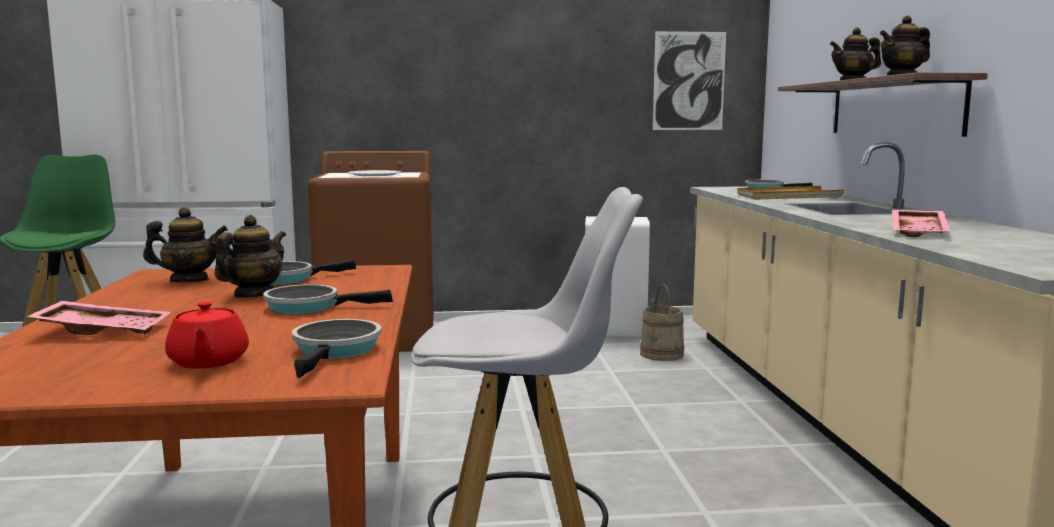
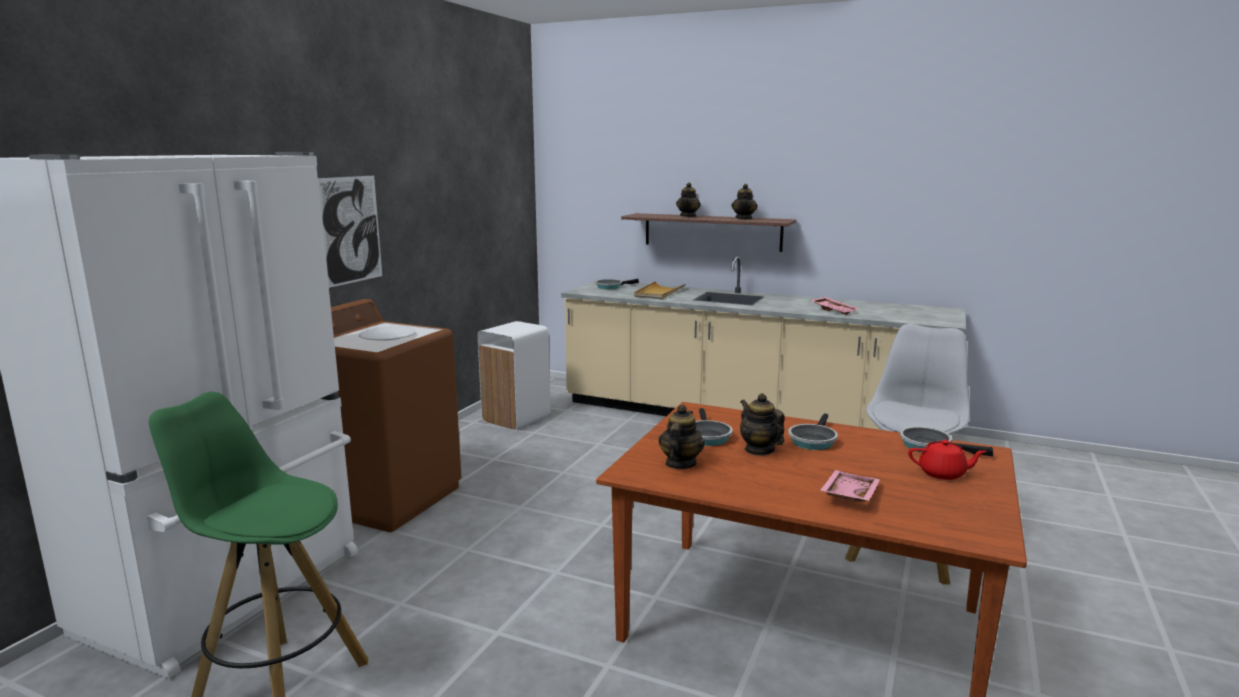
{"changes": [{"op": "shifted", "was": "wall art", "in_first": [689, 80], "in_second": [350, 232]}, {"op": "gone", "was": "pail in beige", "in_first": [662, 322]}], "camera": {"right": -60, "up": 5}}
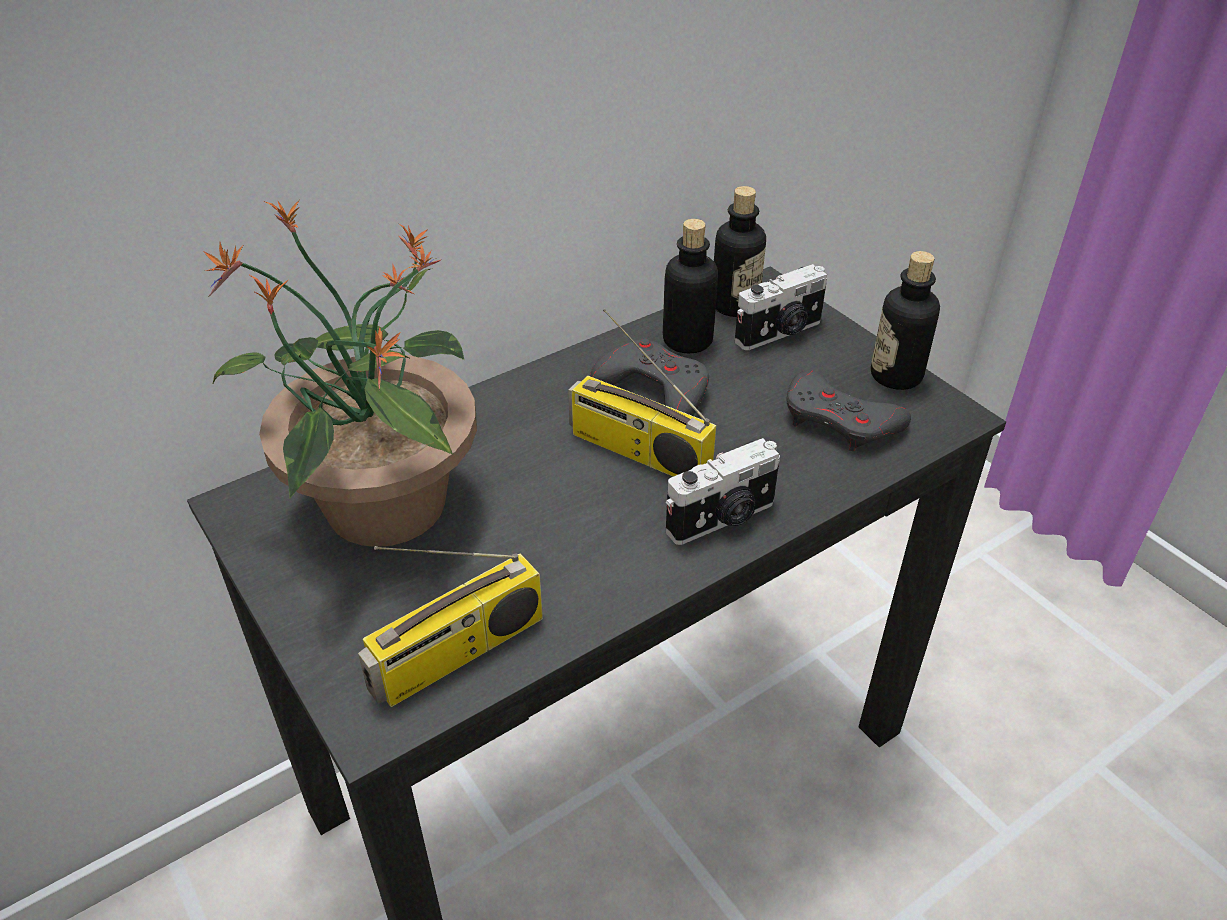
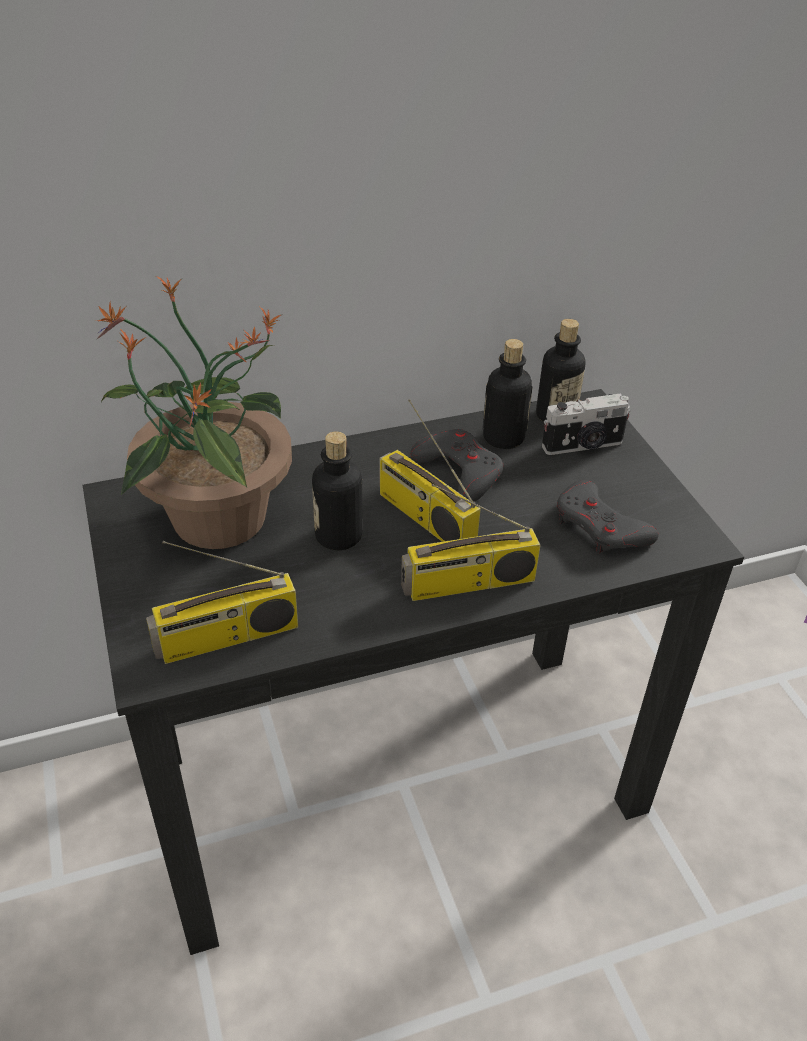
{"changes": [{"op": "shifted", "was": "bottle", "in_first": [905, 320], "in_second": [337, 490]}, {"op": "swapped", "was": "still camera", "now": "radio receiver", "in_first": [723, 491], "in_second": [471, 542]}], "camera": {"right": 15, "up": 0}}
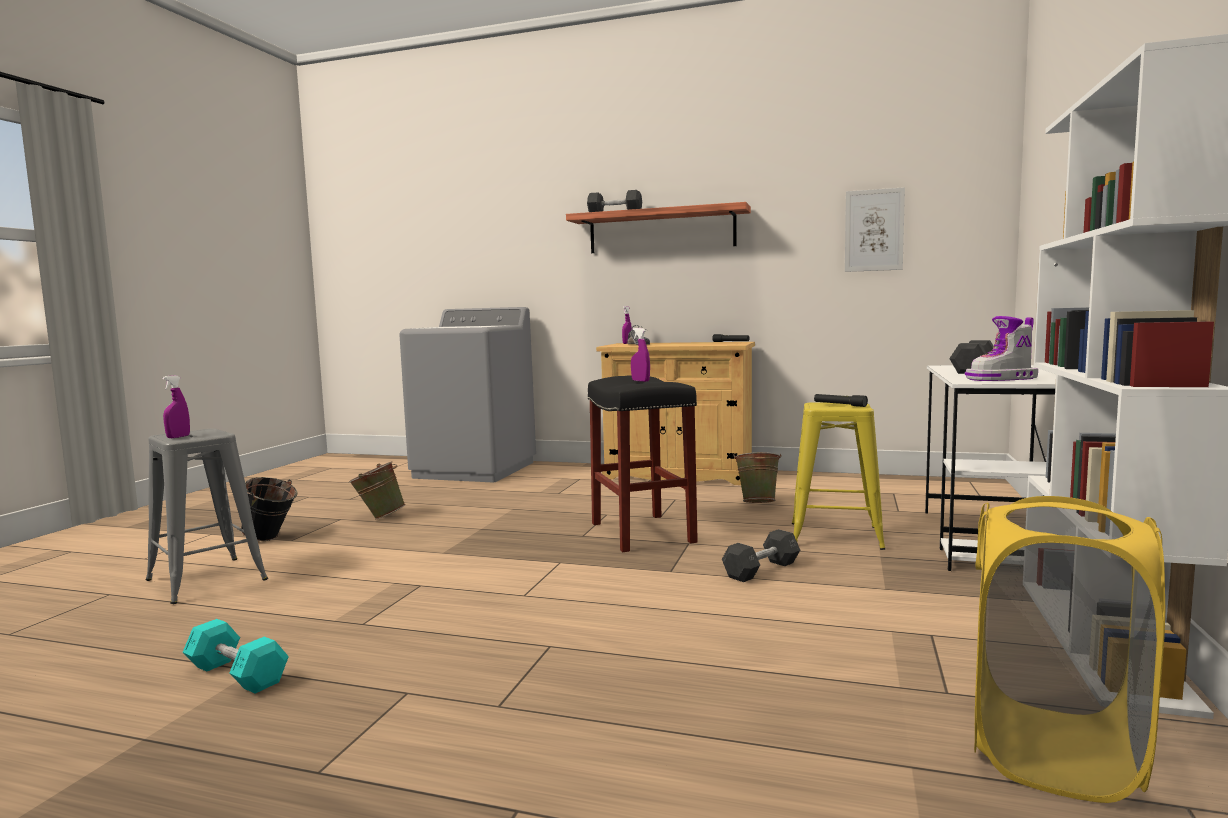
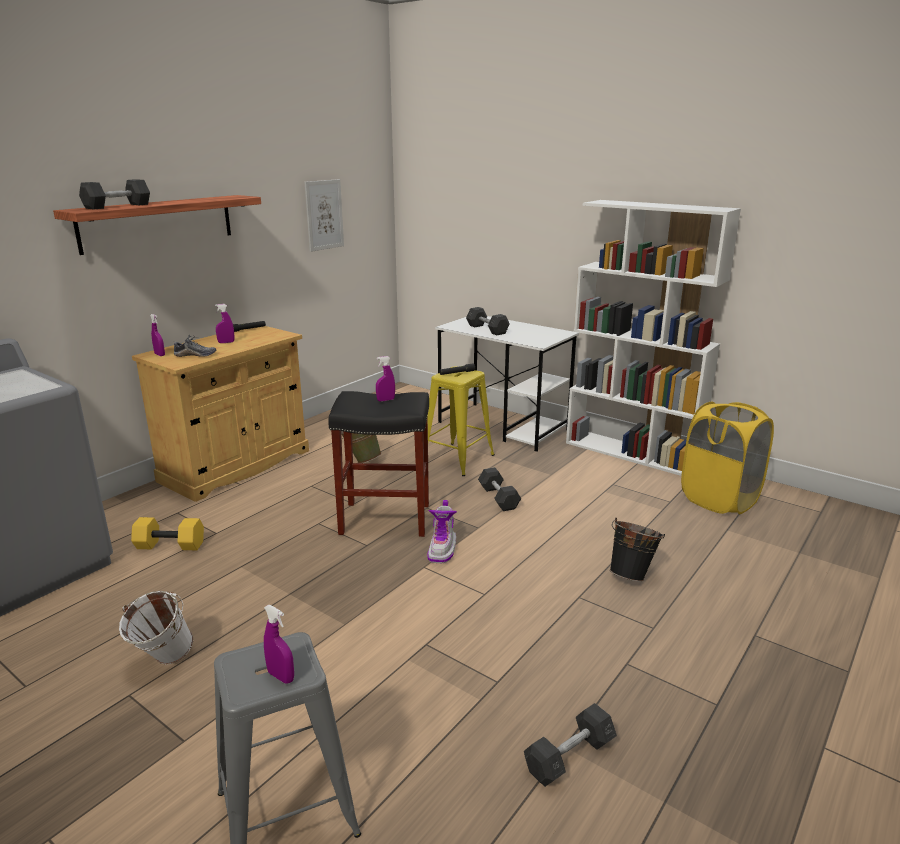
{"changes": [{"op": "shifted", "was": "tall boot", "in_first": [1001, 348], "in_second": [442, 531]}, {"op": "repainted", "was": "pail in green-coloured", "now": "pail in white", "in_first": [377, 490], "in_second": [156, 627]}, {"op": "shifted", "was": "pail in blackish", "in_first": [269, 509], "in_second": [637, 550]}, {"op": "repainted", "was": "dumbbell in turquoise", "now": "dumbbell in greyish", "in_first": [236, 656], "in_second": [570, 745]}, {"op": "new", "now": "spray bottle in purplish", "in_second": [224, 323]}, {"op": "new", "now": "dumbbell in yellowish", "in_second": [167, 533]}], "camera": {"right": -70, "up": 15}}
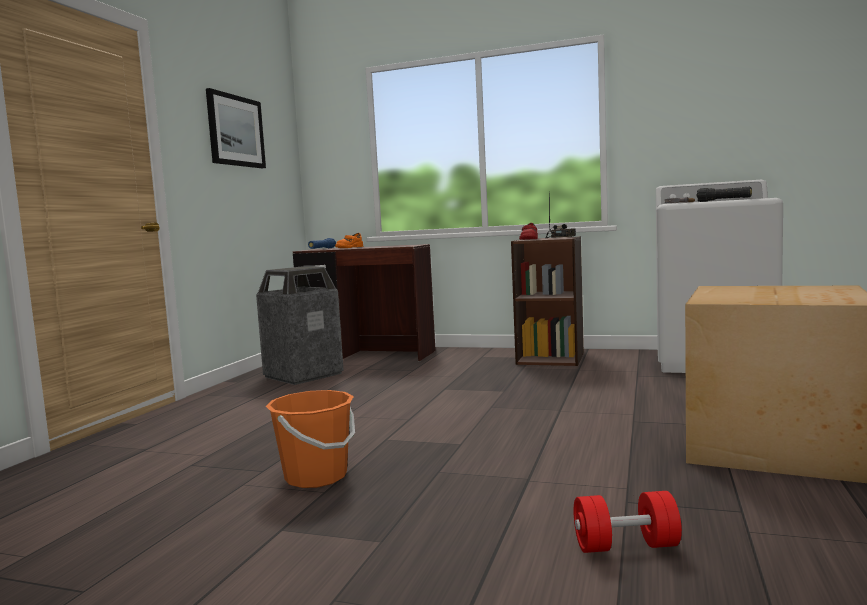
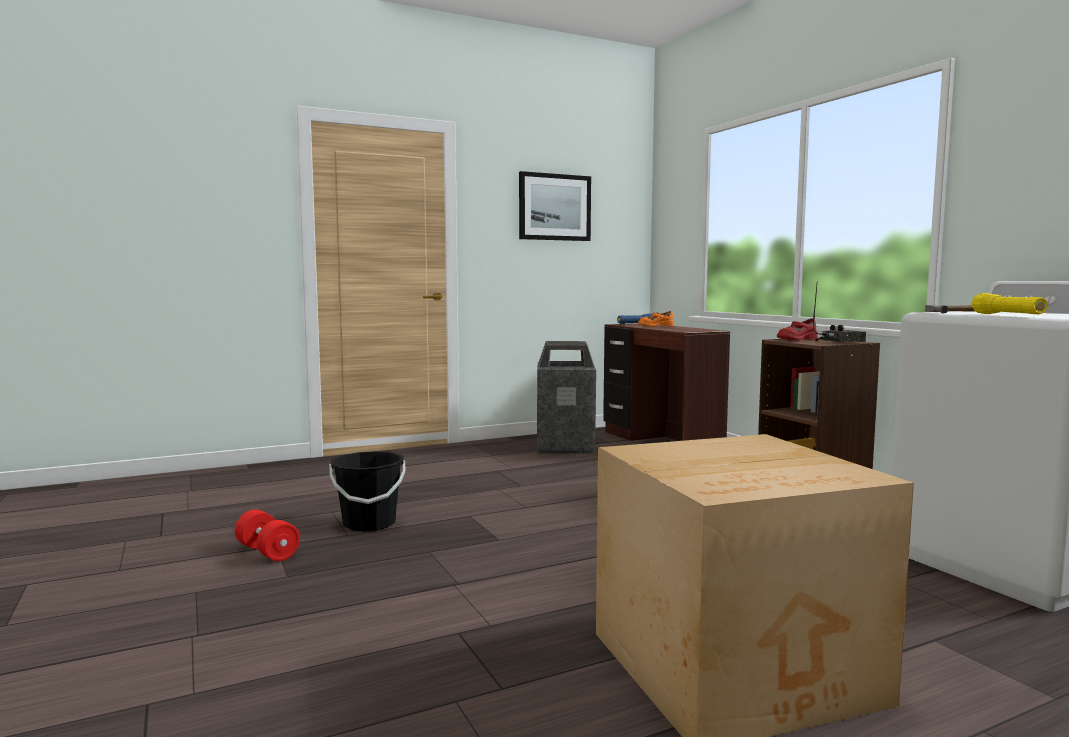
{"changes": [{"op": "repainted", "was": "torch in blackish", "now": "torch in yellowish", "in_first": [724, 194], "in_second": [1009, 303]}, {"op": "repainted", "was": "pail in orange-coloured", "now": "pail in blackish", "in_first": [310, 439], "in_second": [367, 491]}, {"op": "shifted", "was": "dumbbell in red", "in_first": [628, 522], "in_second": [267, 535]}], "camera": {"right": 45, "up": 0}}
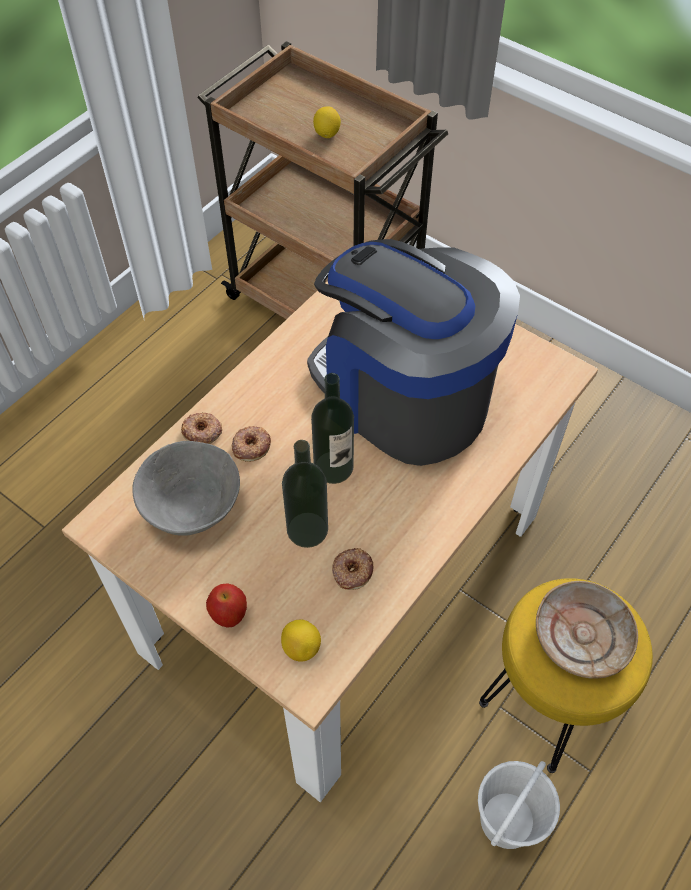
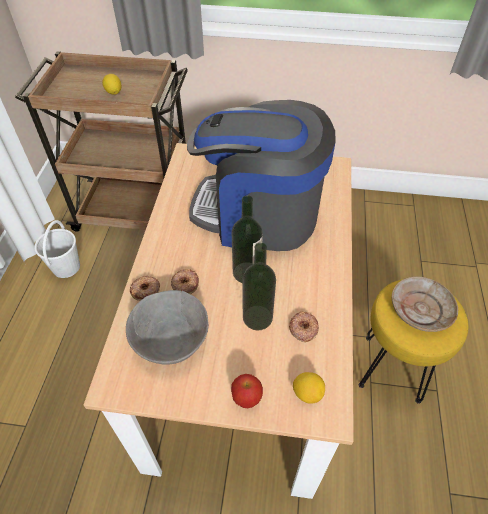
{"changes": [{"op": "shifted", "was": "pail in white", "in_first": [519, 805], "in_second": [57, 249]}], "camera": {"right": -30, "up": -5}}
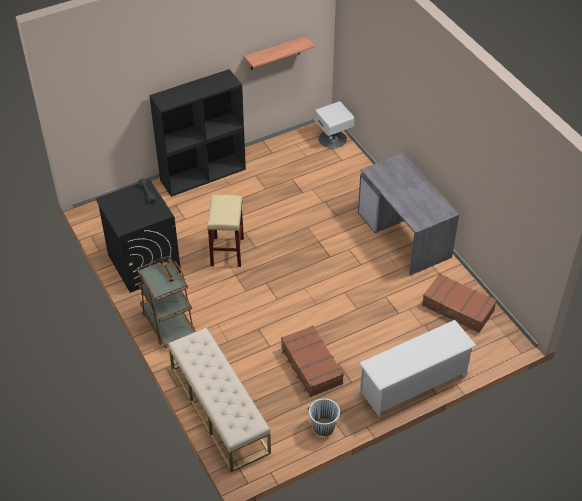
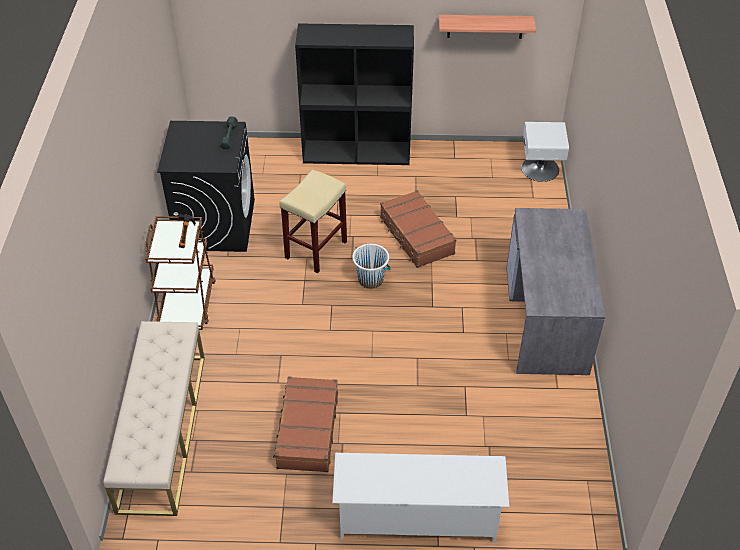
{"changes": [{"op": "shifted", "was": "suitcase in brown", "in_first": [459, 303], "in_second": [418, 229]}, {"op": "shifted", "was": "pail in white", "in_first": [324, 417], "in_second": [371, 266]}], "camera": {"right": 30, "up": 0}}
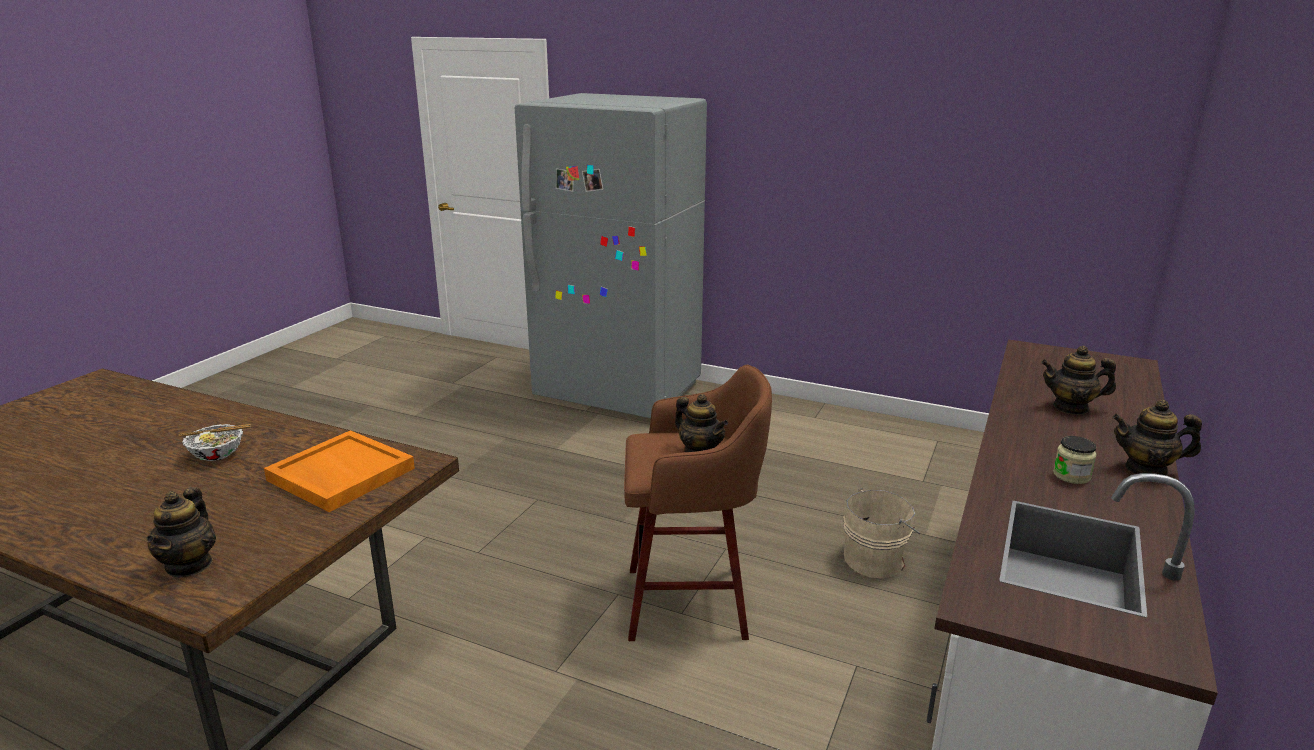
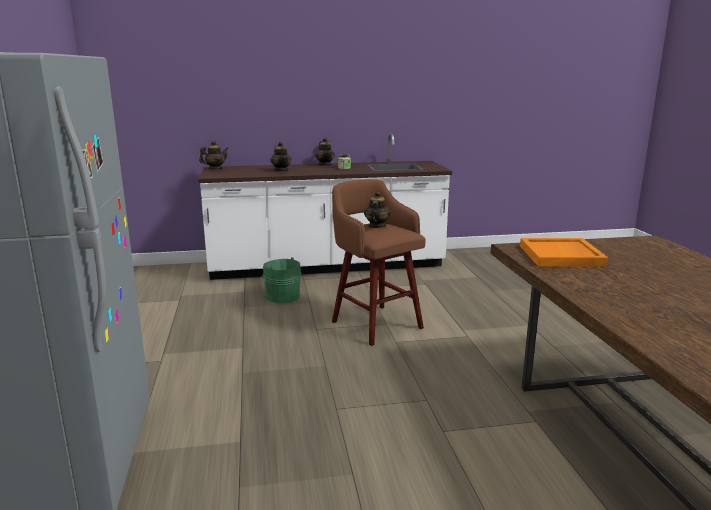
{"changes": [{"op": "gone", "was": "bowl", "in_first": [214, 442]}, {"op": "shifted", "was": "pot for tea", "in_first": [181, 532], "in_second": [214, 155]}, {"op": "repainted", "was": "pail in beige", "now": "pail in green-coloured", "in_first": [882, 533], "in_second": [280, 280]}], "camera": {"right": -125, "up": -5}}
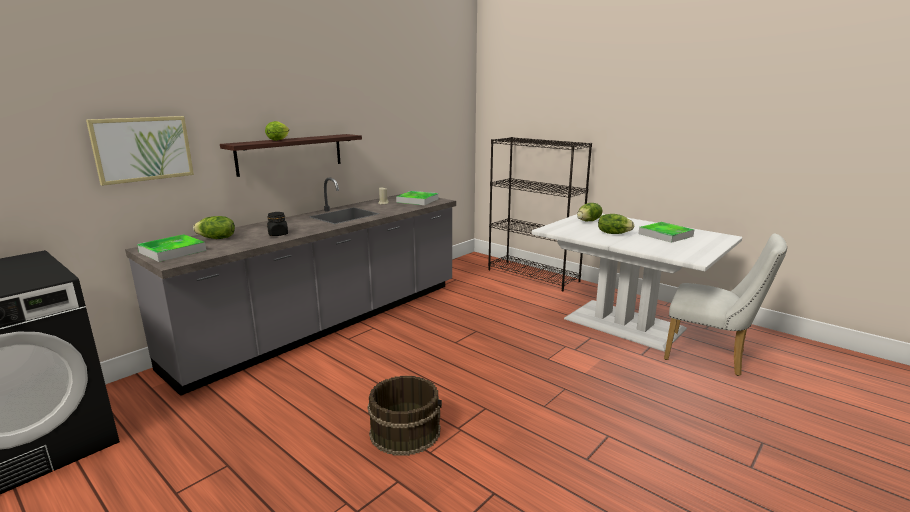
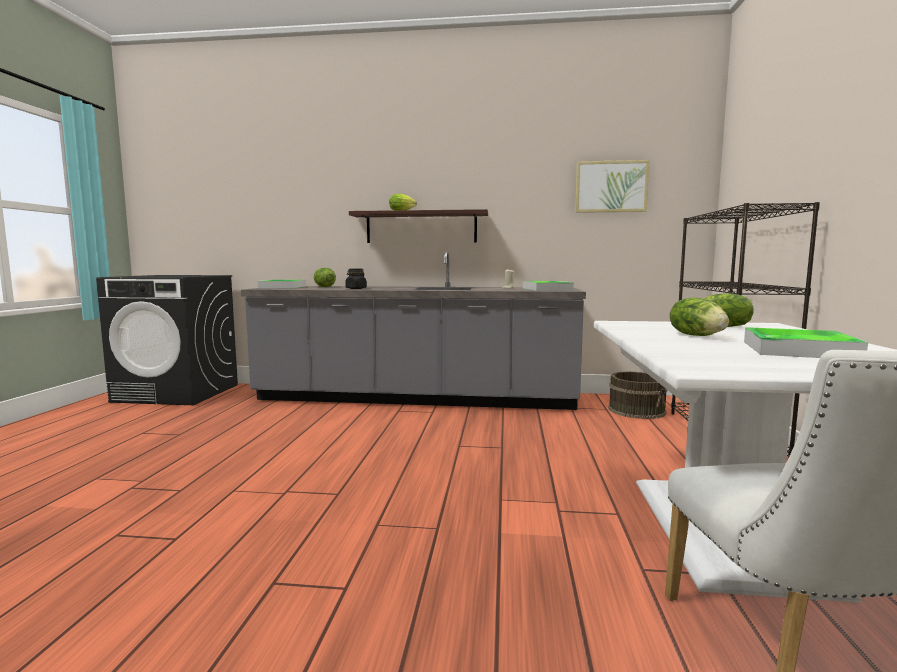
{"changes": [{"op": "shifted", "was": "wall art", "in_first": [140, 151], "in_second": [612, 186]}, {"op": "shifted", "was": "pail in brown", "in_first": [405, 416], "in_second": [638, 395]}], "camera": {"right": 55, "up": -10}}
